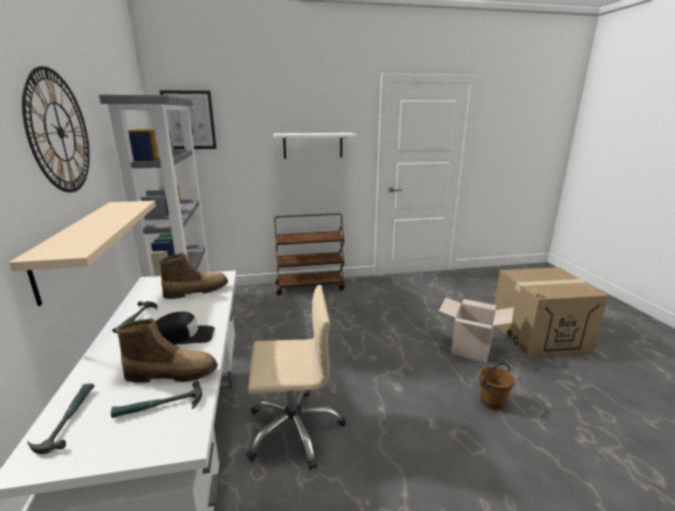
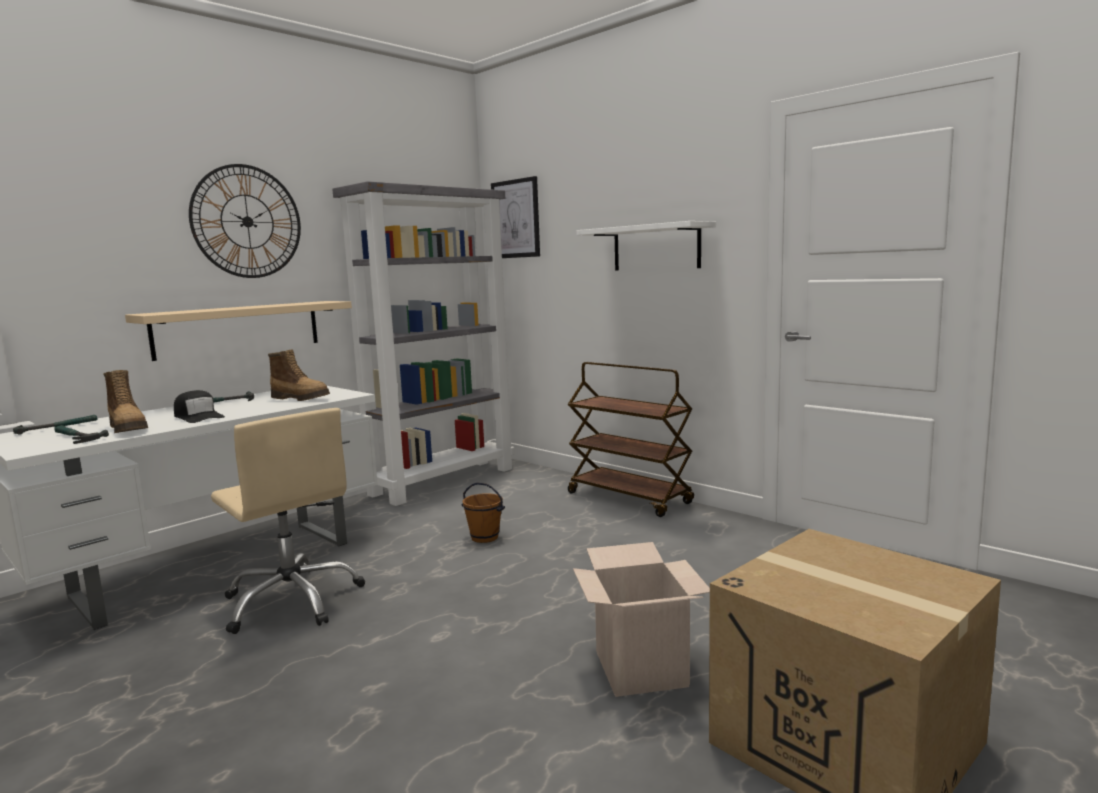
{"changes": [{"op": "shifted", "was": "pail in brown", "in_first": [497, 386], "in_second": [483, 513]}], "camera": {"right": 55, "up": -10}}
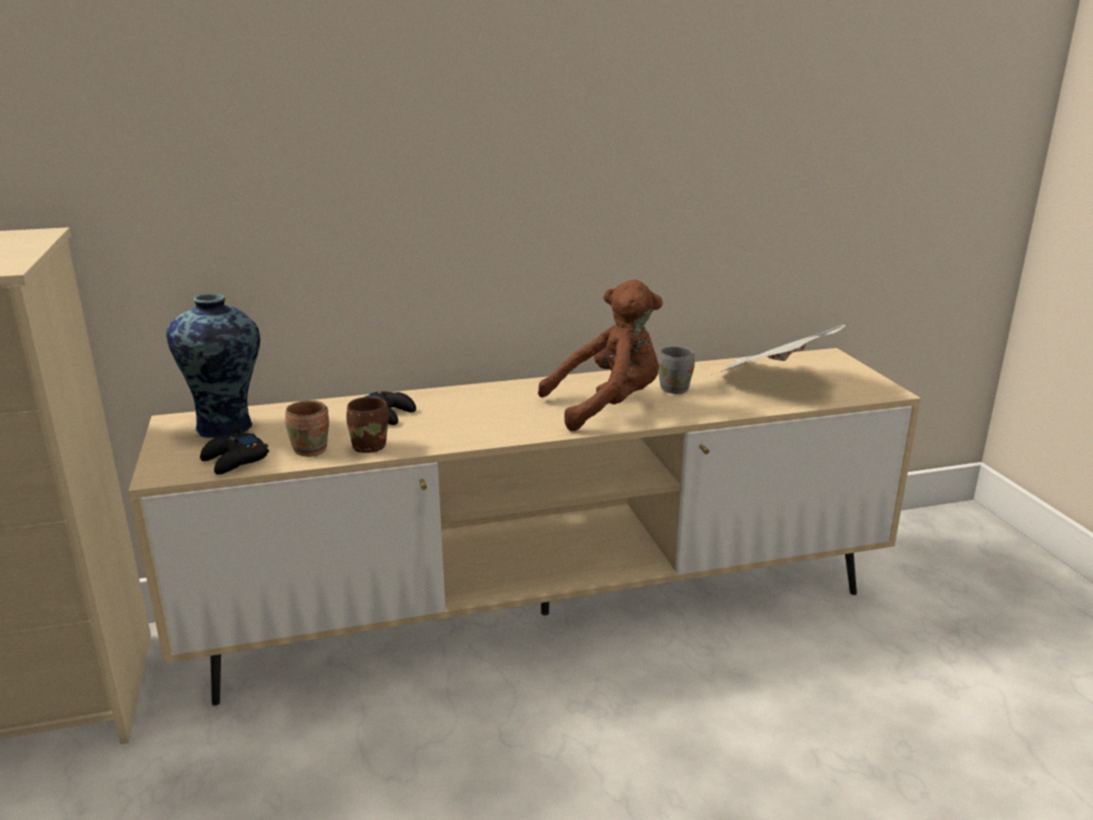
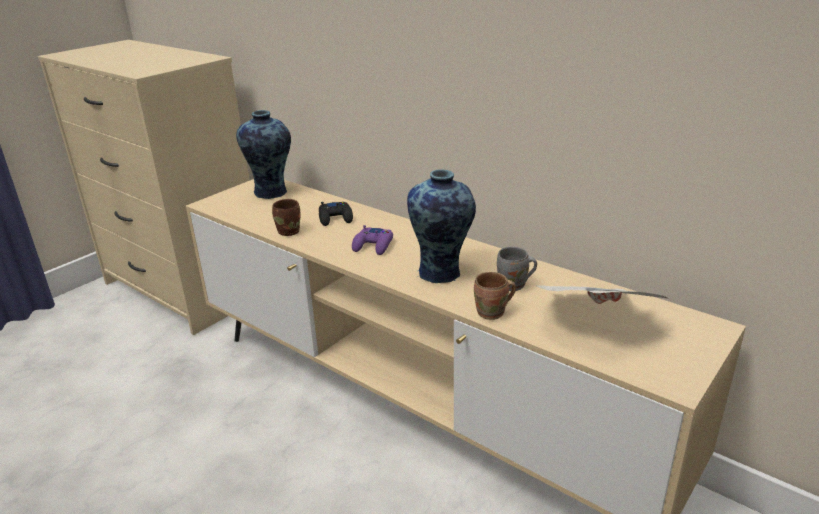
{"changes": [{"op": "swapped", "was": "plush toy in brown", "now": "decorative vase", "in_first": [600, 355], "in_second": [441, 226]}, {"op": "shifted", "was": "mug in brown", "in_first": [307, 428], "in_second": [495, 296]}, {"op": "gone", "was": "game controller in blackish", "in_first": [234, 451]}, {"op": "new", "now": "game controller in purplish", "in_second": [372, 240]}], "camera": {"right": 55, "up": 5}}
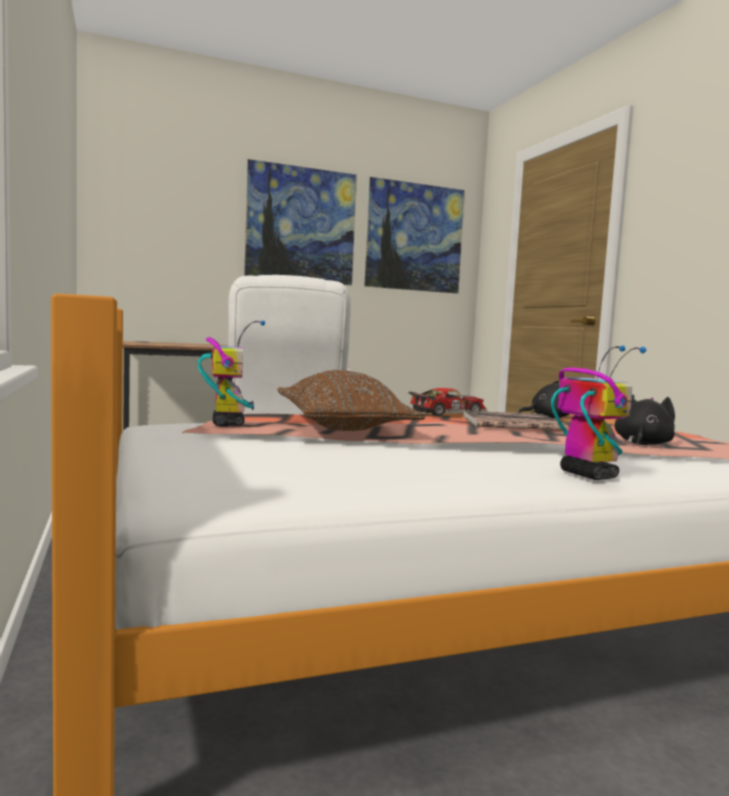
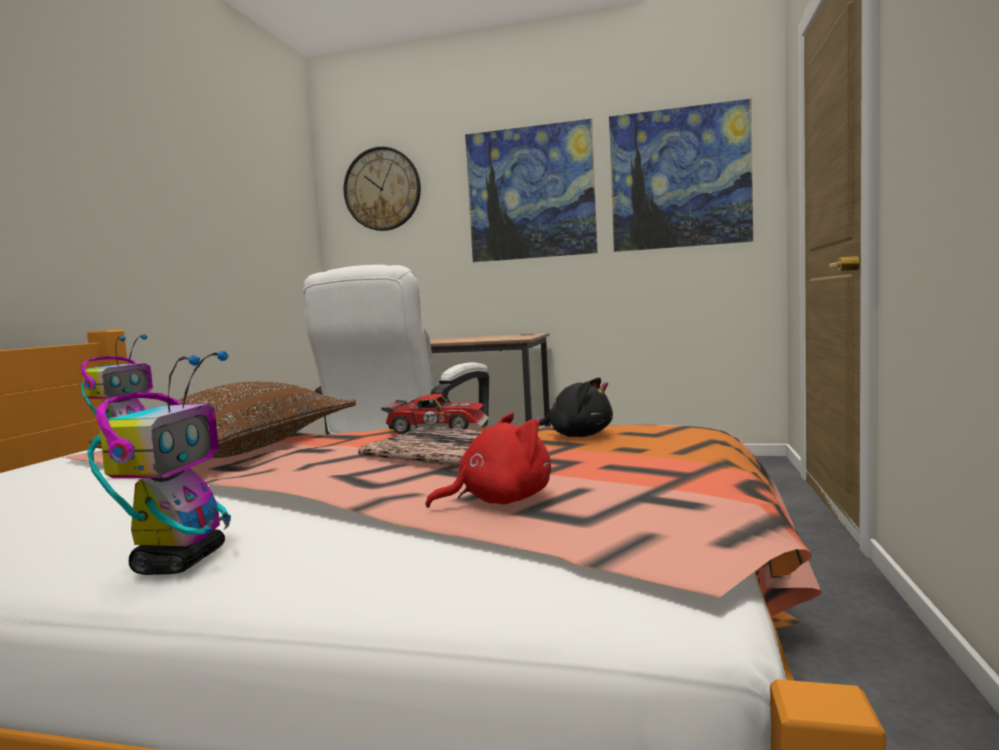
{"changes": [{"op": "repainted", "was": "plush toy in blackish", "now": "plush toy in red", "in_first": [644, 420], "in_second": [488, 460]}, {"op": "new", "now": "wall clock", "in_second": [382, 189]}], "camera": {"right": 35, "up": 0}}
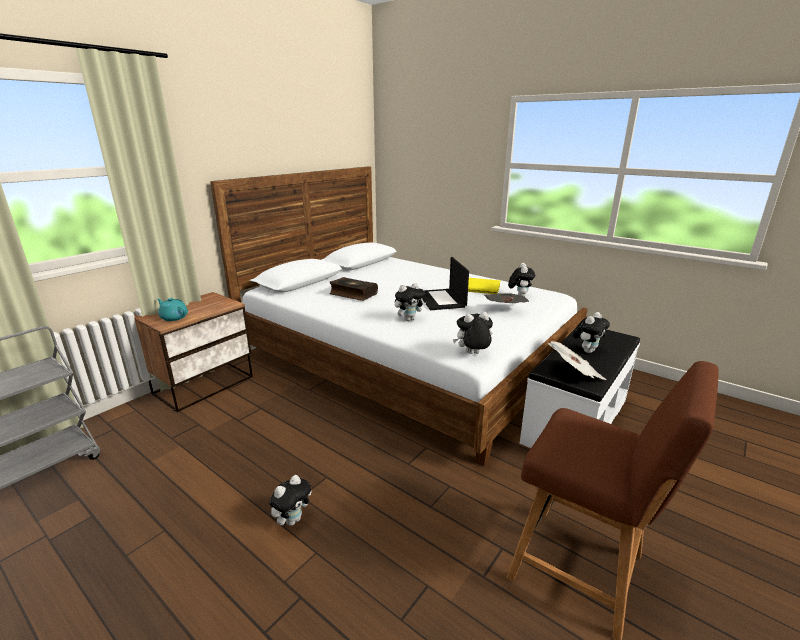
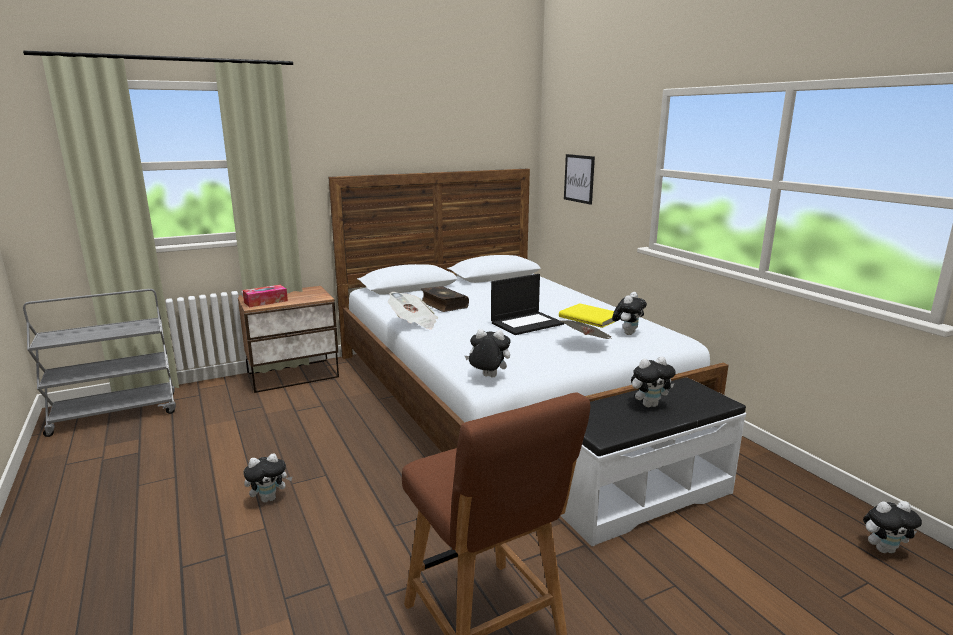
{"changes": [{"op": "rotated", "was": "laptop", "in_first": [445, 283], "in_second": [527, 304], "clockwise": -135}, {"op": "shifted", "was": "plush toy", "in_first": [410, 302], "in_second": [892, 527]}, {"op": "swapped", "was": "pot for tea in turquoise", "now": "tissue holder", "in_first": [172, 309], "in_second": [265, 296]}, {"op": "shifted", "was": "printed paper", "in_first": [577, 360], "in_second": [413, 310]}, {"op": "new", "now": "wall art", "in_second": [579, 179]}], "camera": {"right": 25, "up": -5}}
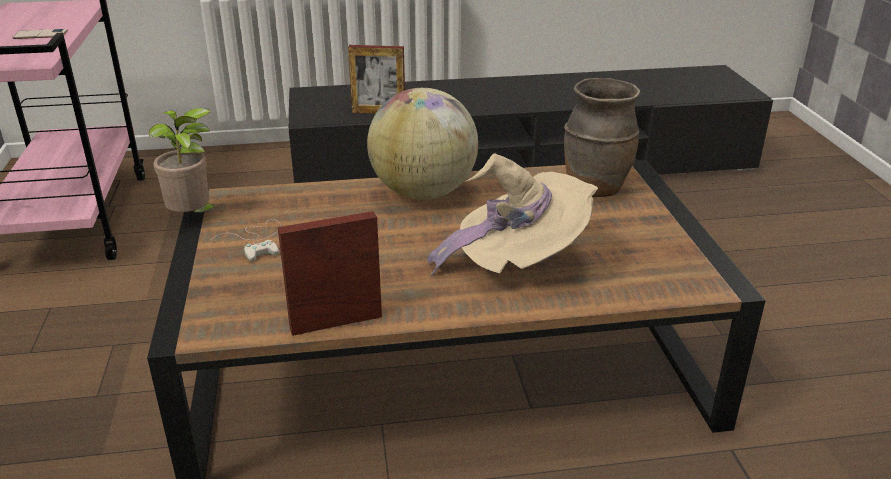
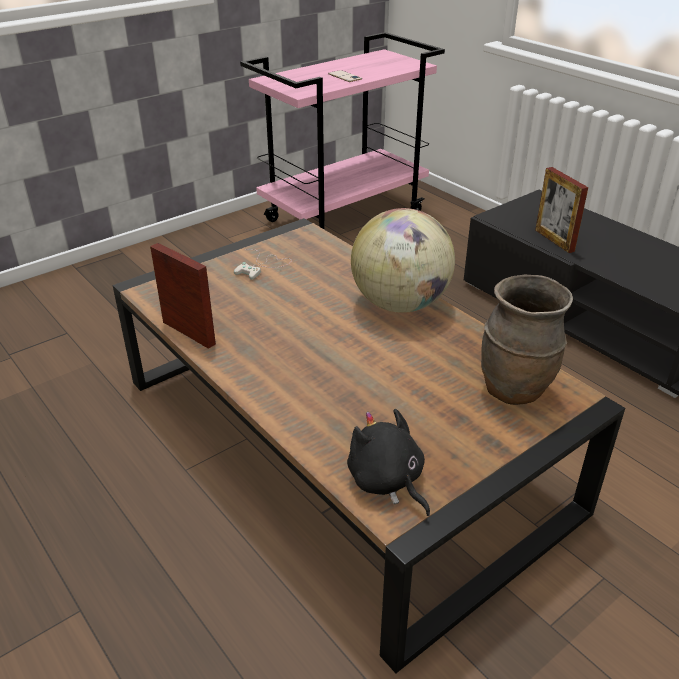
{"changes": [{"op": "gone", "was": "plant in a pot", "in_first": [184, 160]}, {"op": "gone", "was": "hat in beige", "in_first": [512, 214]}, {"op": "new", "now": "plush toy in blackish", "in_second": [388, 462]}], "camera": {"right": 60, "up": 5}}
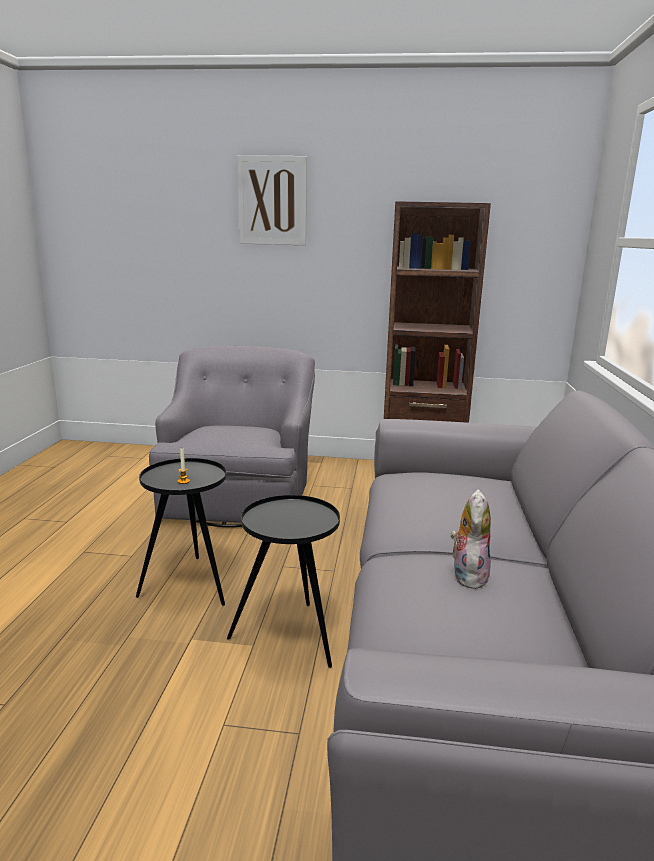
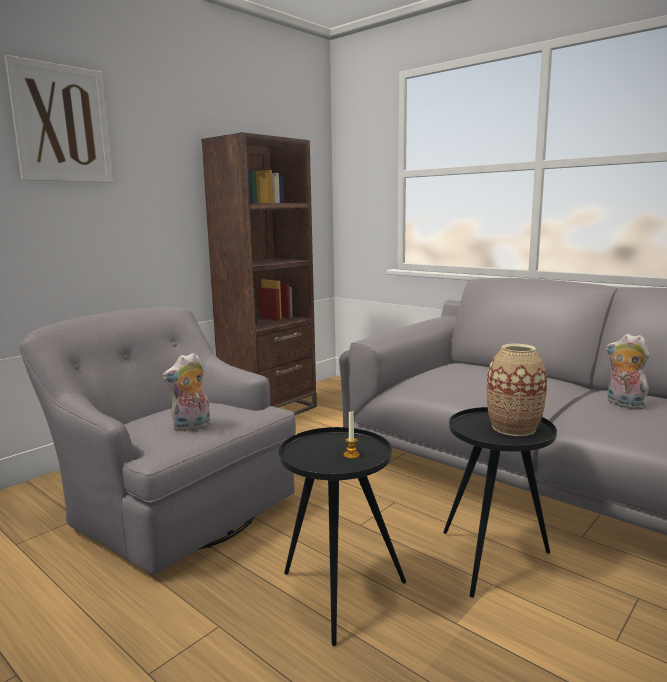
{"changes": [{"op": "new", "now": "decorative vase", "in_second": [517, 390]}, {"op": "new", "now": "plush toy", "in_second": [186, 392]}], "camera": {"right": -55, "up": -5}}
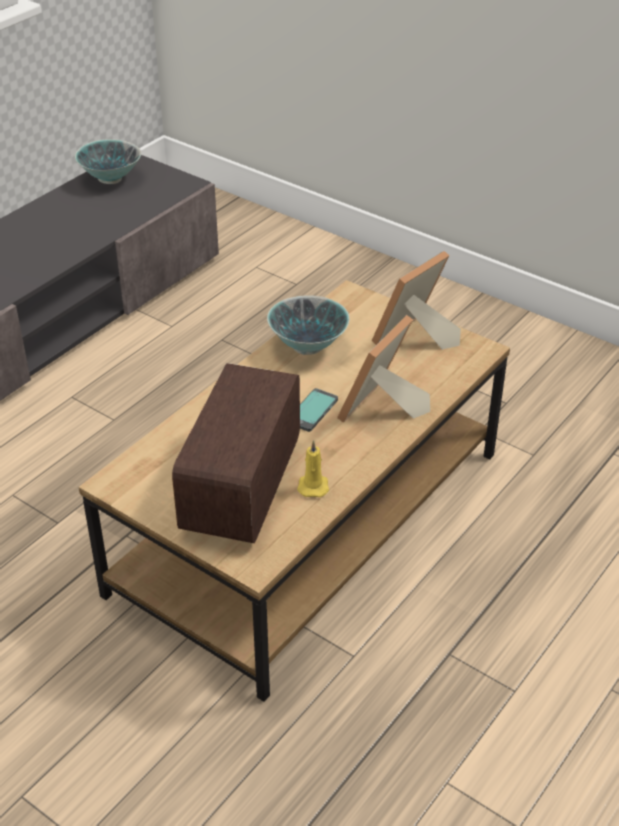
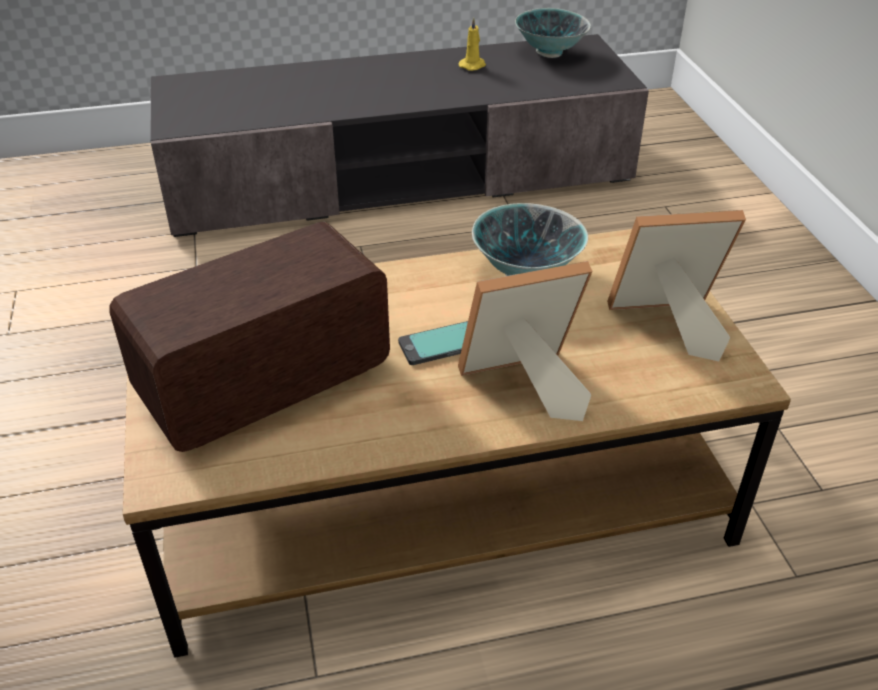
{"changes": [{"op": "shifted", "was": "wax candle in yellowish", "in_first": [313, 468], "in_second": [472, 44]}], "camera": {"right": 40, "up": 0}}
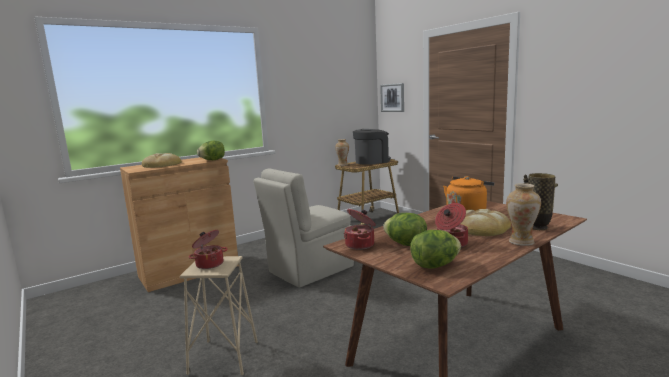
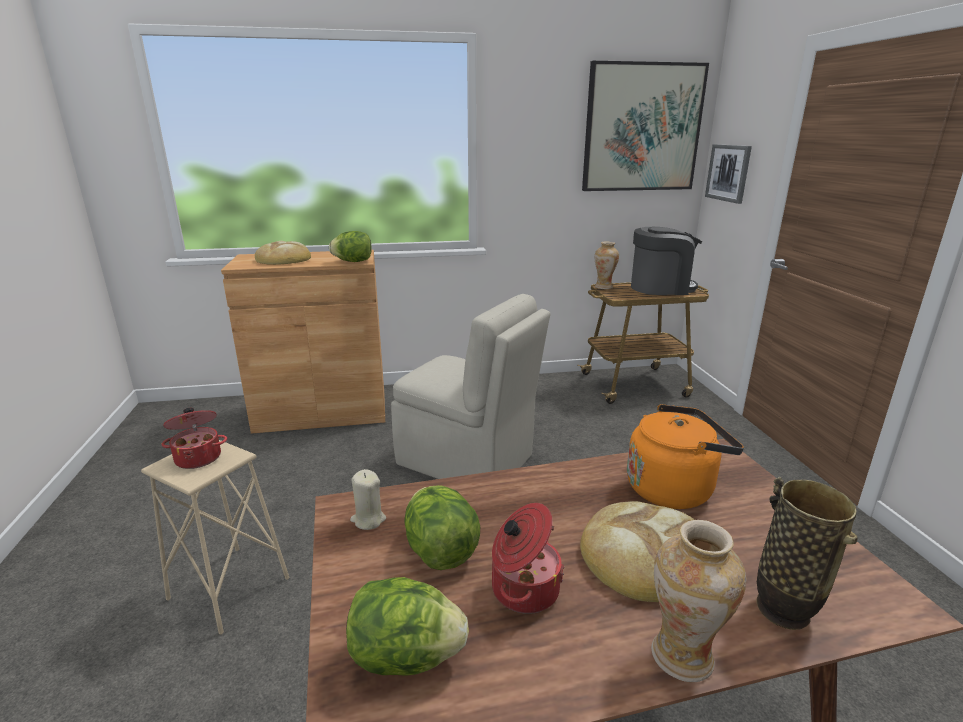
{"changes": [{"op": "rotated", "was": "chair in beige", "in_first": [303, 228], "in_second": [470, 386], "clockwise": -135}, {"op": "swapped", "was": "stockpot", "now": "wax candle in beige", "in_first": [360, 229], "in_second": [368, 499]}, {"op": "new", "now": "wall art", "in_second": [645, 126]}], "camera": {"right": 25, "up": 10}}
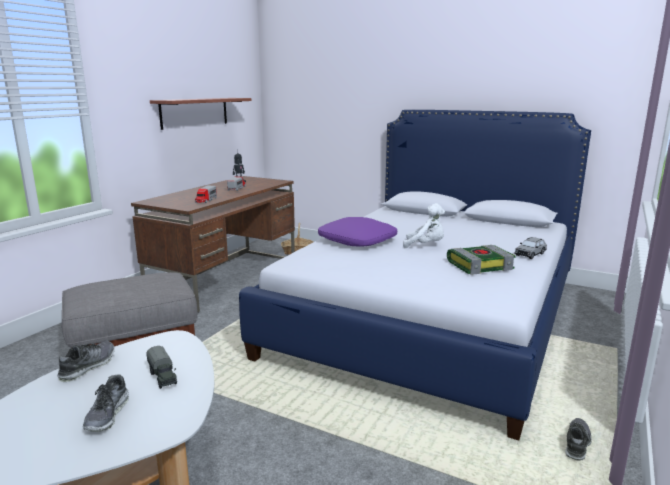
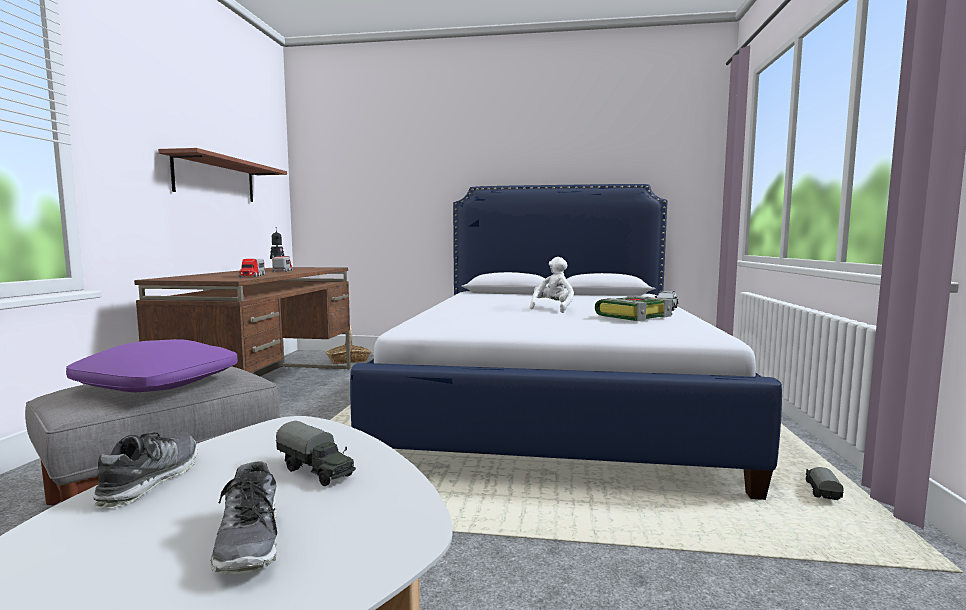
{"changes": [{"op": "rotated", "was": "plush toy in white", "in_first": [424, 225], "in_second": [552, 285], "clockwise": -60}, {"op": "shifted", "was": "throw pillow in purplish", "in_first": [357, 232], "in_second": [152, 365]}, {"op": "swapped", "was": "low shoe", "now": "toy lorry", "in_first": [578, 439], "in_second": [825, 483]}], "camera": {"right": -20, "up": -10}}
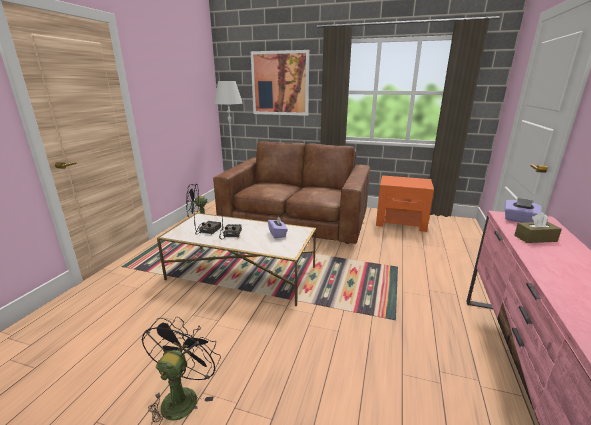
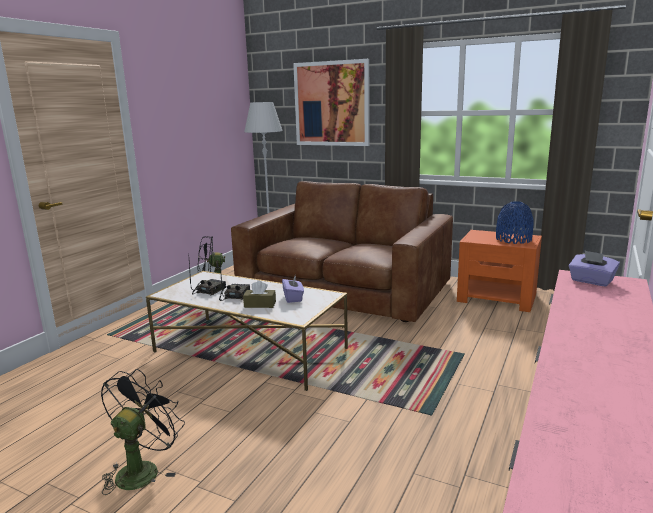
{"changes": [{"op": "shifted", "was": "tissue holder in brown", "in_first": [538, 227], "in_second": [259, 294]}, {"op": "new", "now": "decorative vase in blue", "in_second": [515, 222]}], "camera": {"right": 10, "up": -5}}
